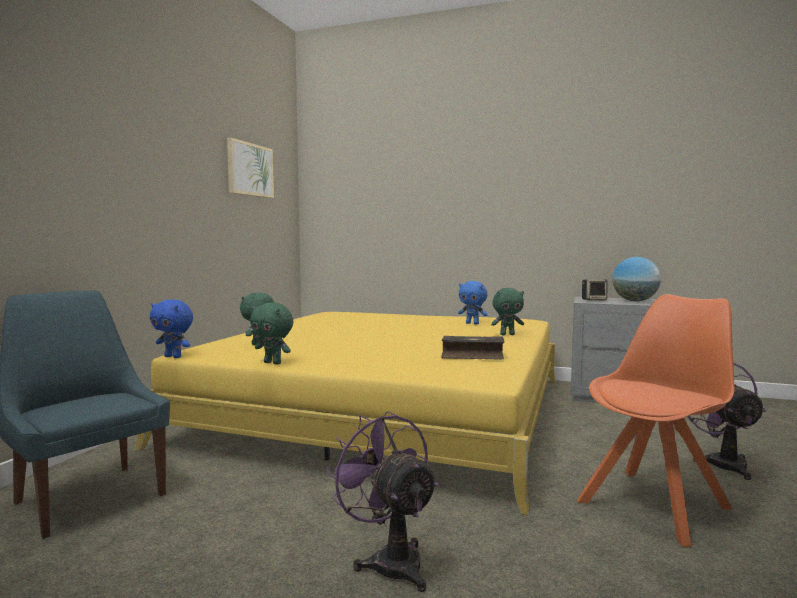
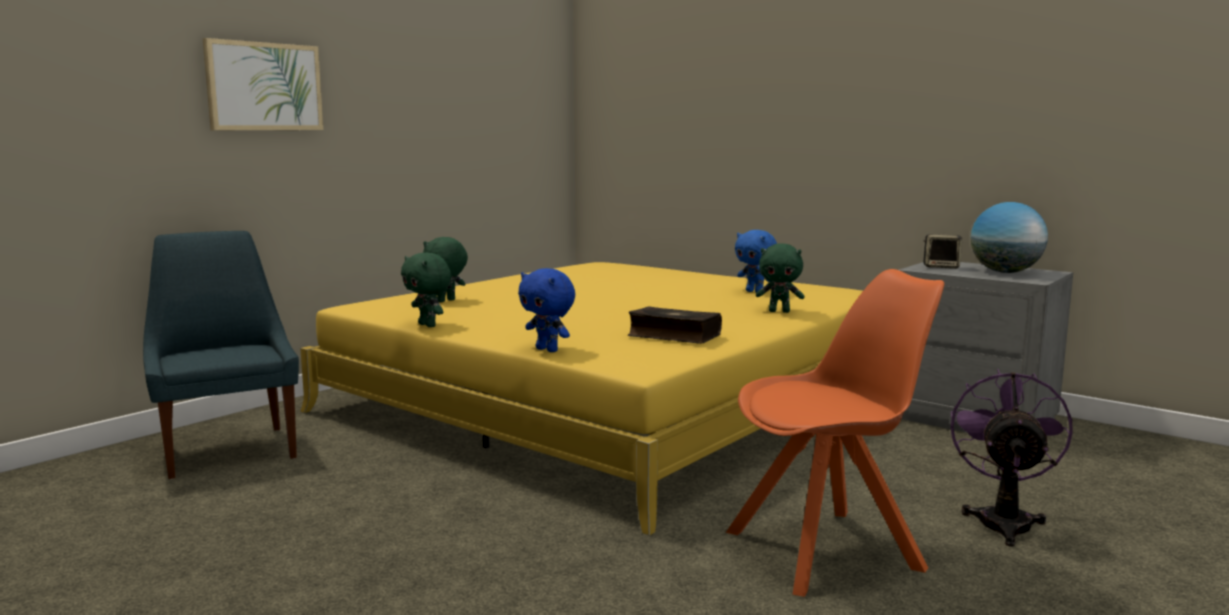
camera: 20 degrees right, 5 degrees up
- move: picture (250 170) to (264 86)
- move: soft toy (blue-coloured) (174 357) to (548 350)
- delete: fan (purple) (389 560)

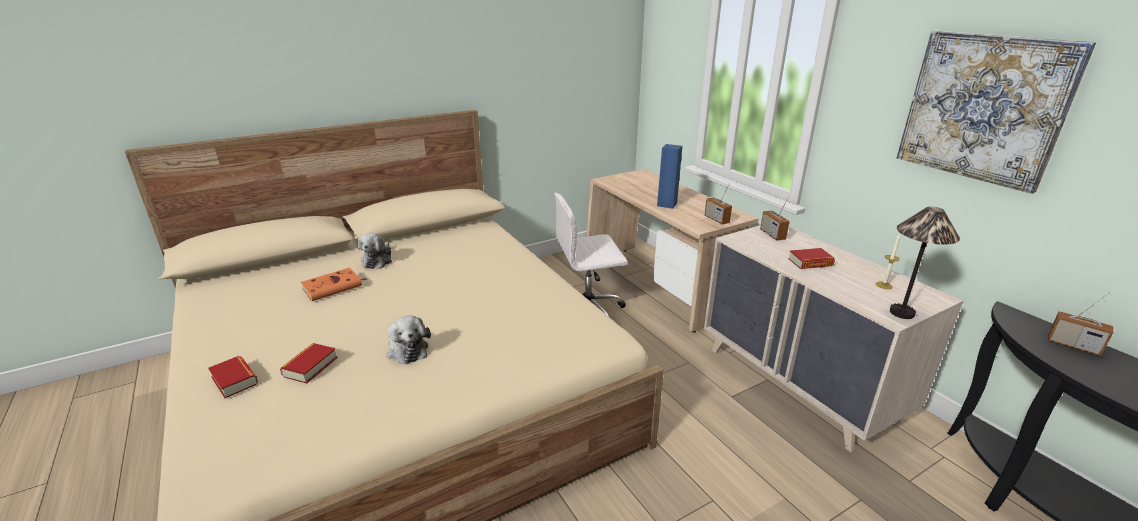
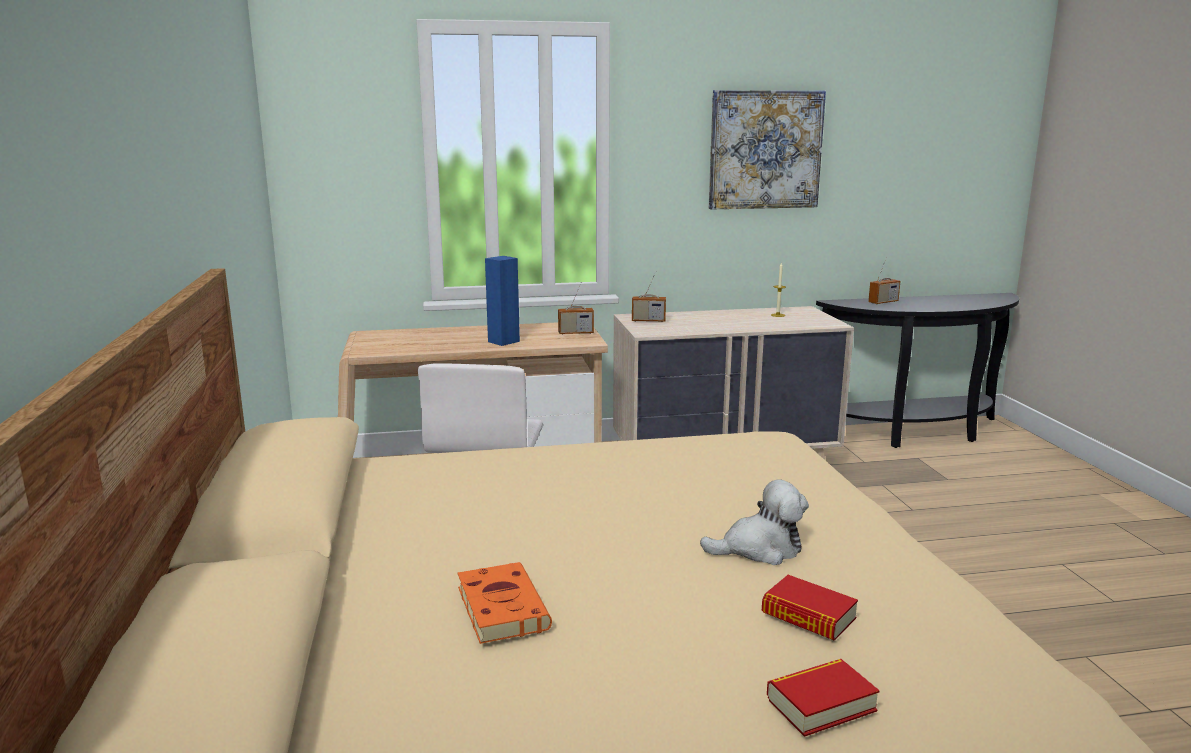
camera: 70 degrees left, 10 degrees down
- delete: soft toy (378 260)
- delete: book (810 262)
- delete: table lamp (902 312)

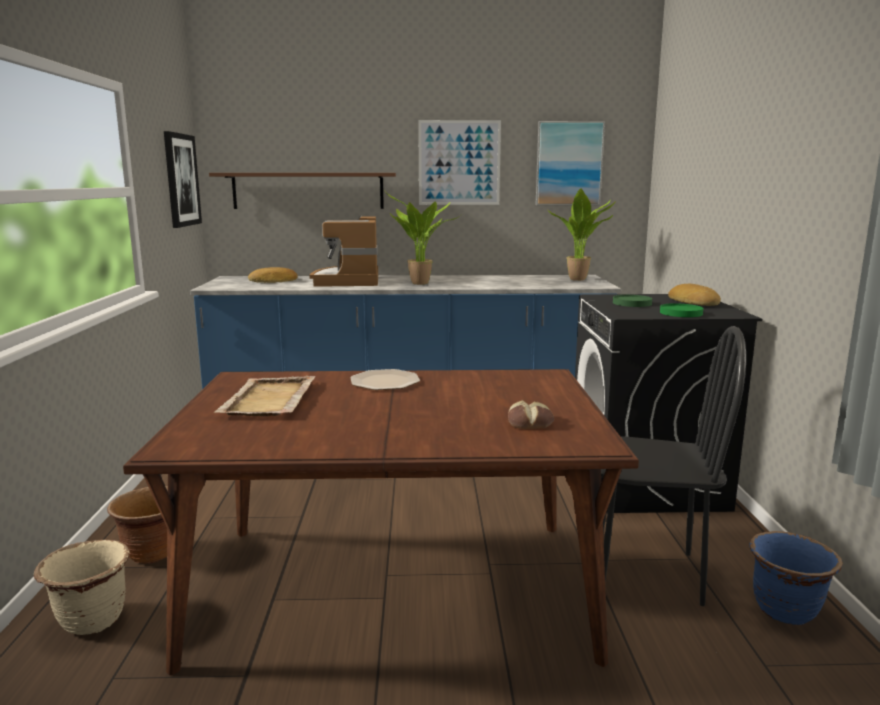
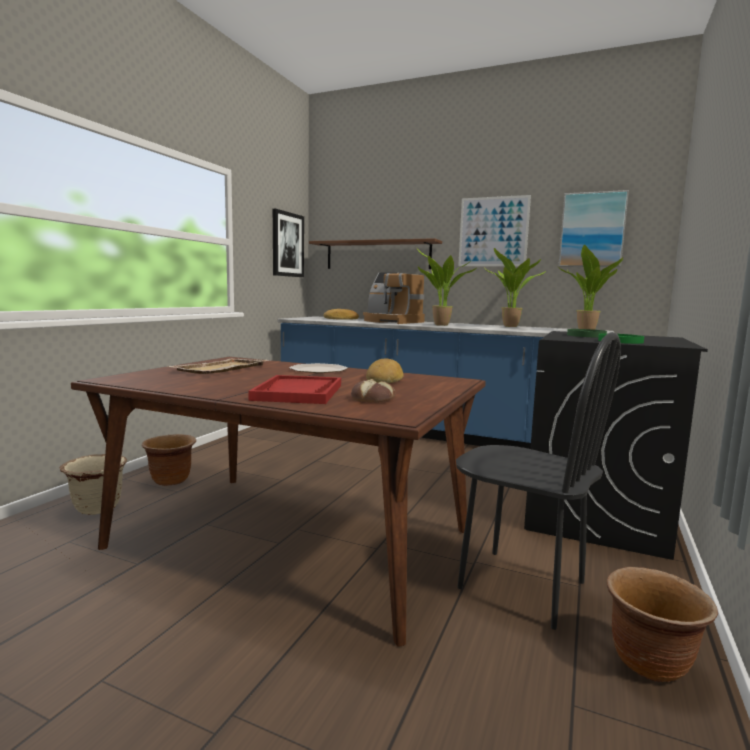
camera: 25 degrees right, 5 degrees down
- insert: tray (red) (298 392)
- rotate: coffee brewer (348 281) = (391 321) 75 degrees counterclockwise
- move: baked bread (694 302) to (385 379)
- insert: houseplant (511 326)
- recolor: flower pot (blue-coloured) (785 610) to flower pot (brown) (650 662)

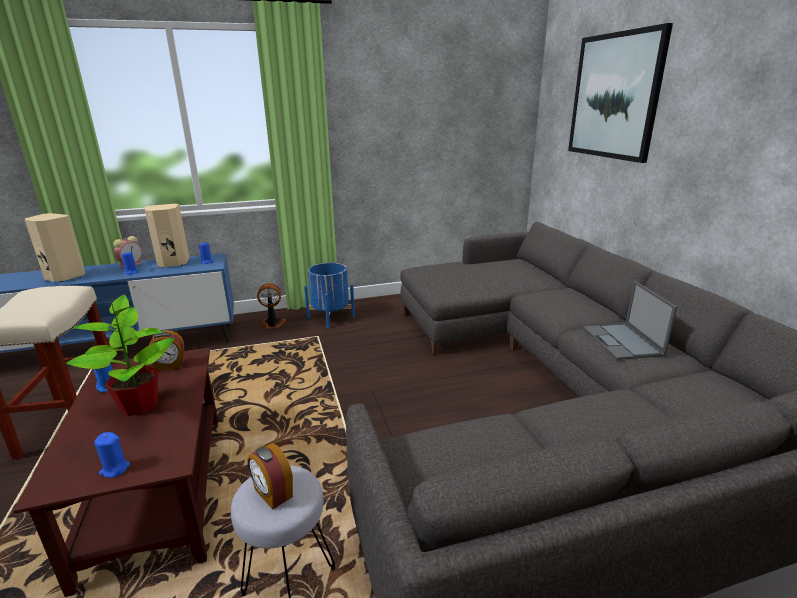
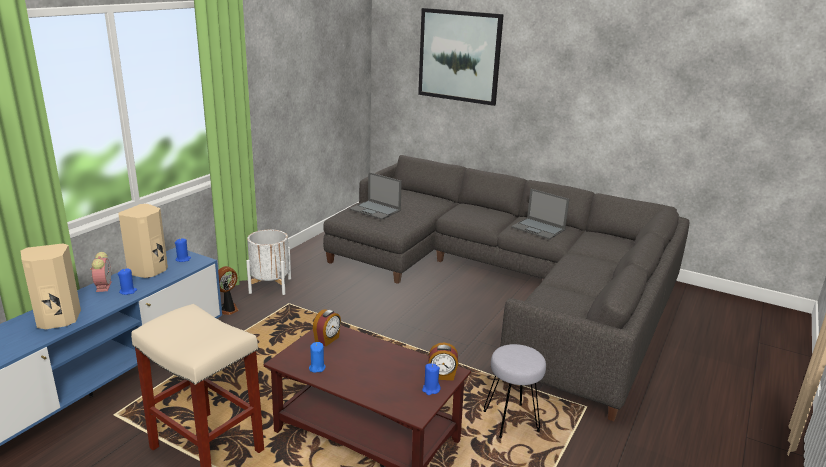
camera: 45 degrees left, 0 degrees up
- recolor: flower pot (blue-coloured) (331 317) to flower pot (whitish) (270 285)
- insert: portable computer (375 210)
- move: alarm clock (272 494) to (442 375)
- delete: houseplant (139 405)

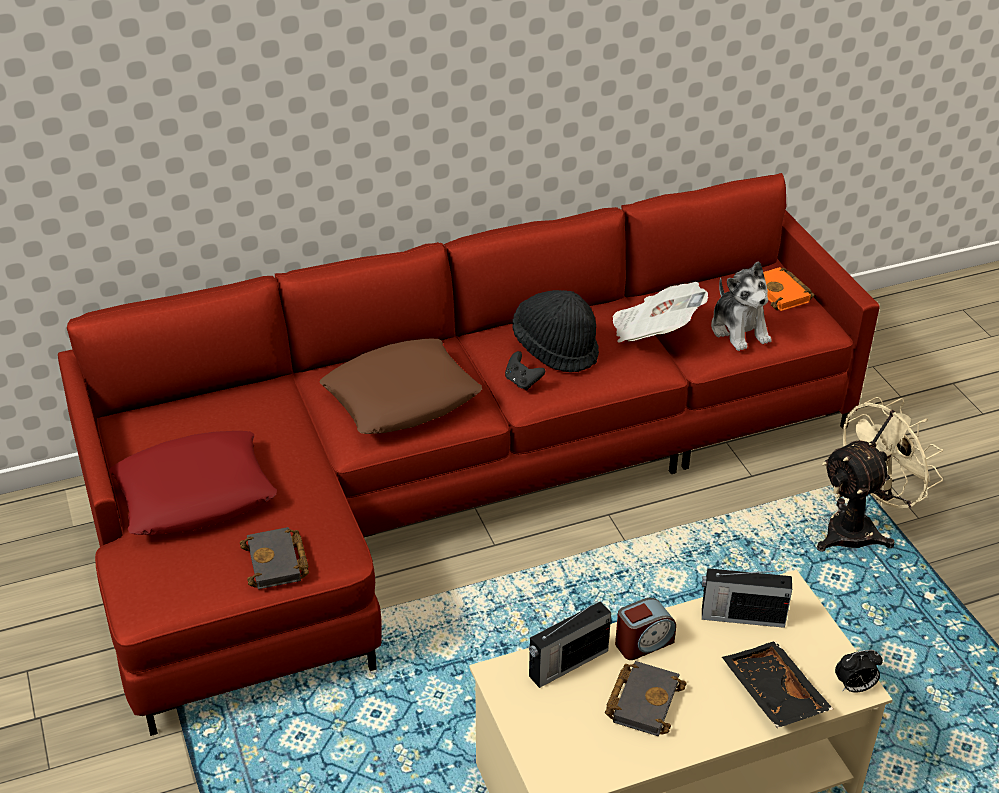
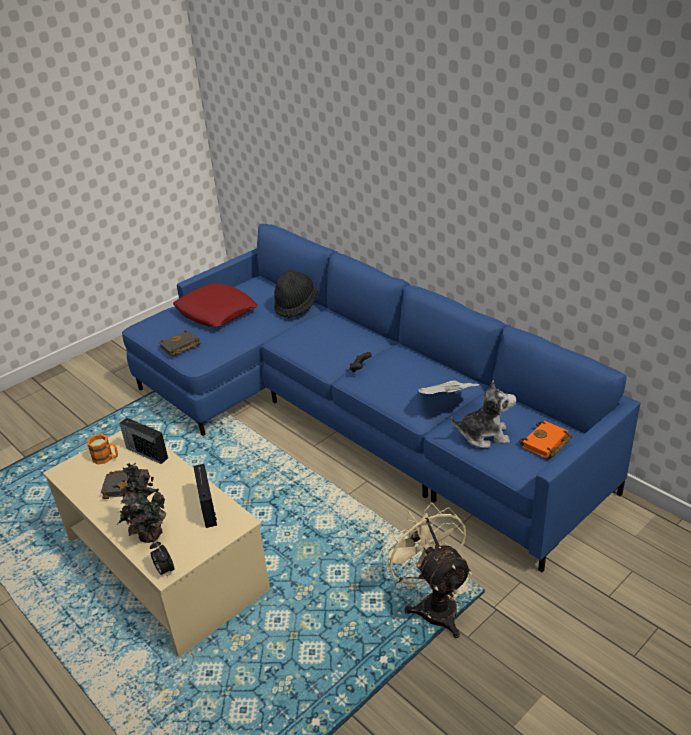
camera: 70 degrees right, 5 degrees down
- insert: mug (orangey) (106 458)
- replace: tray (blackish) (772 694) to houseplant (148 535)
- recolor: settee (red) (448 483) to settee (blue-coloured) (351 414)
- move: clothing hat (blackish) (555 348) to (296 305)
- rotate: fan (beige-coloured) (860 528) = (433 604) 150 degrees counterclockwise
- rotate: soft toy (739 330) = (484 435) 135 degrees counterclockwise
- delete: pillow (brown) (402 397)
- delete: alarm clock (643 642)

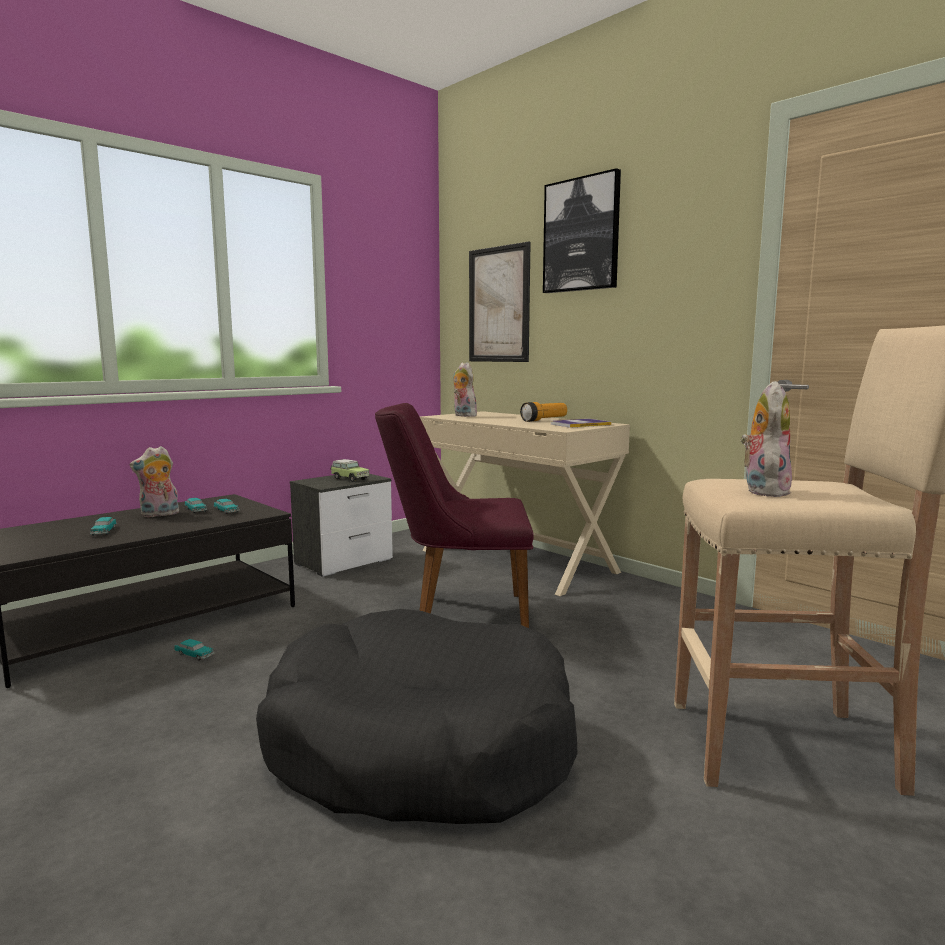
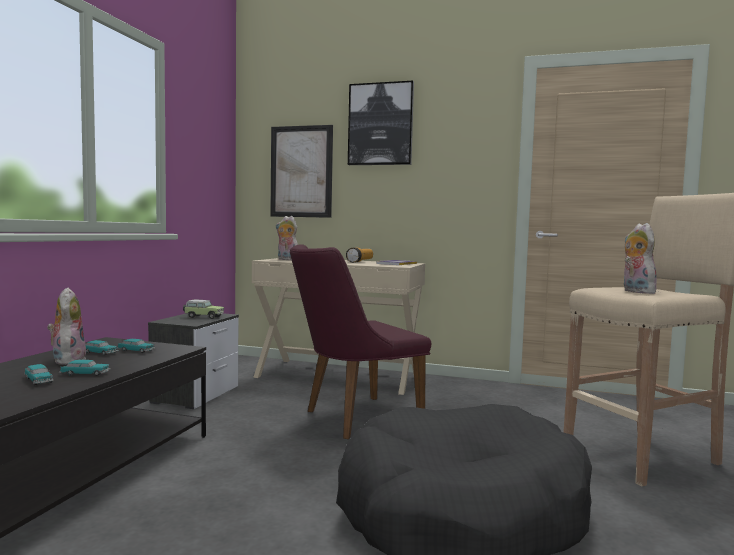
camera: 30 degrees left, 5 degrees down
- rotate: soft toy (159 515) = (67 360) 135 degrees clockwise
- move: model car (194 654) to (85 373)

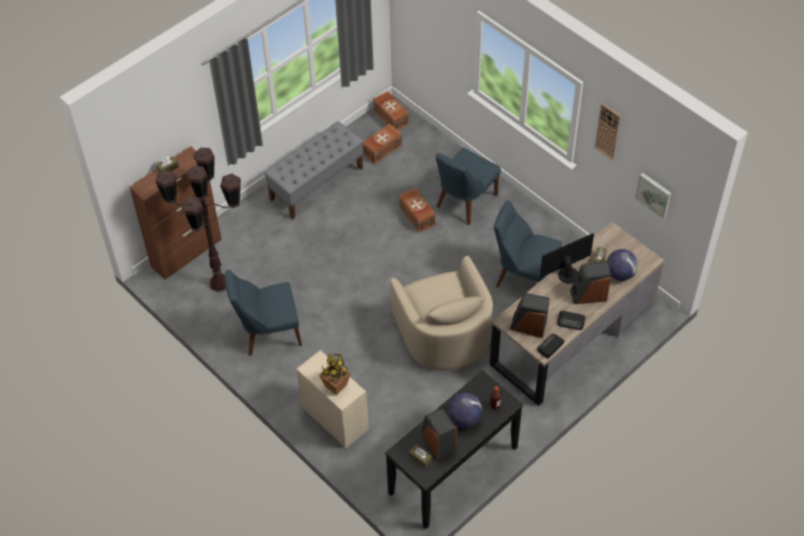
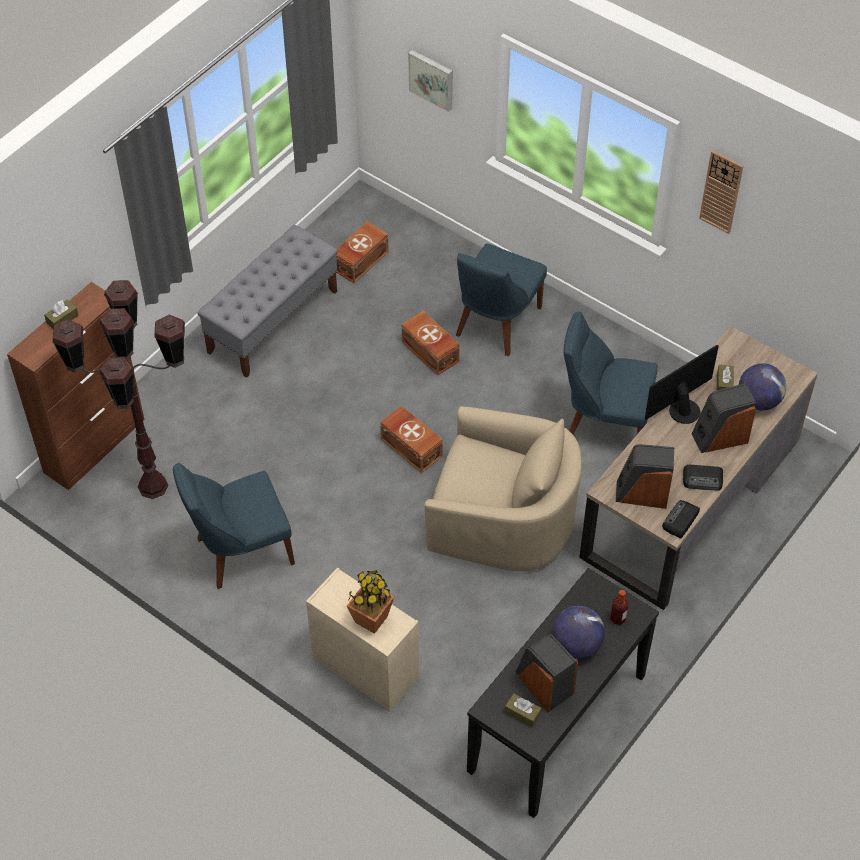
camera: 10 degrees left, 0 degrees up
- move: storage container (brown) (391 117) to (411 446)
- move: picture (654 194) to (432 79)
- rotate: easy chair (beige-coloured) (443 333) = (502 519) 45 degrees counterclockwise

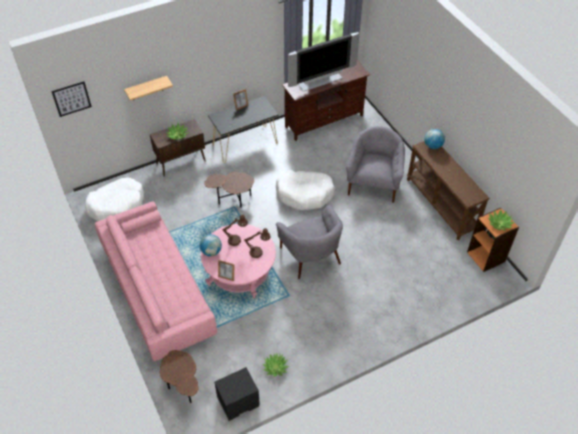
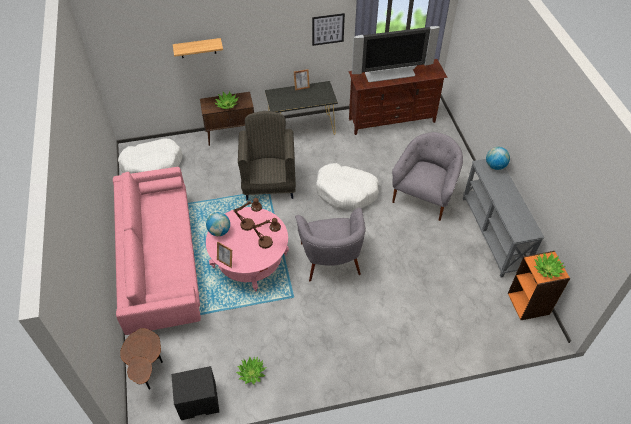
camera: 15 degrees right, 0 degrees up
- replace: side table (brown) (233 200) to easy chair (gray) (269 183)
- move: picture (71 99) to (328 29)
- recolor: hall table (brown) (441 204) to hall table (gray) (494 234)

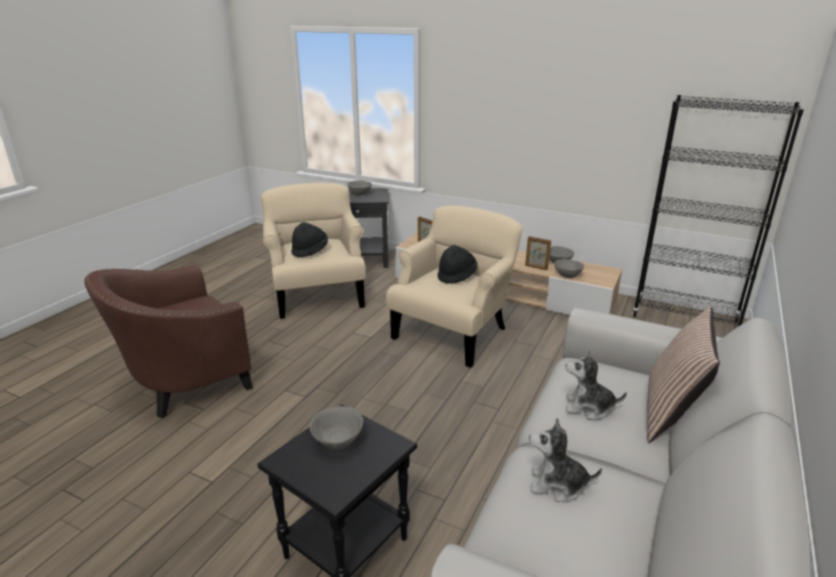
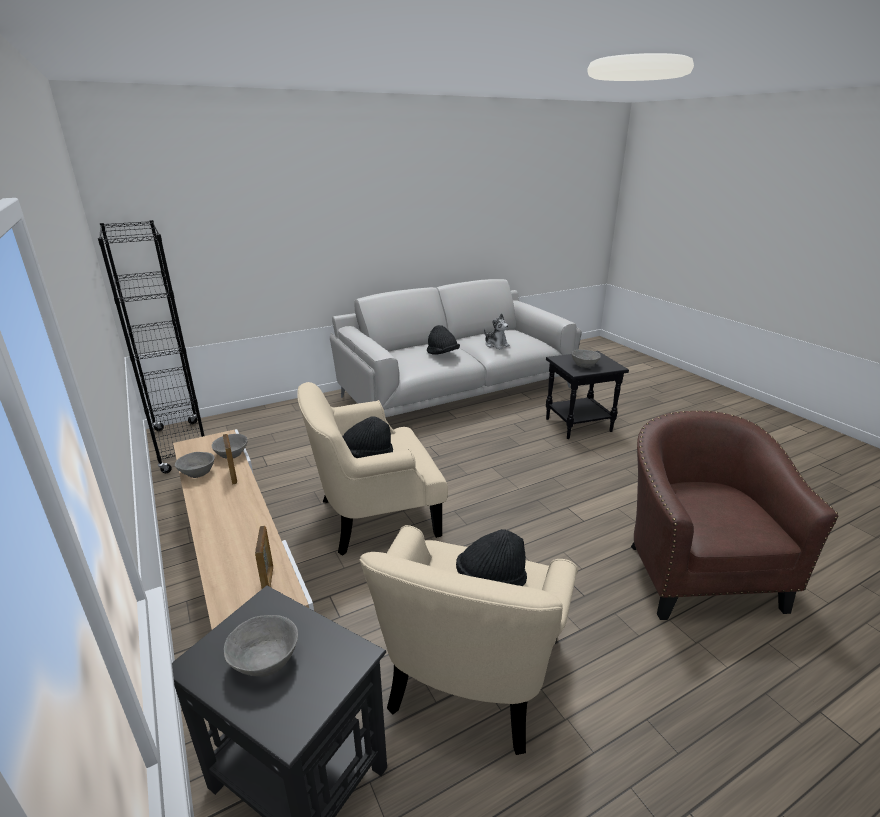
camera: 145 degrees left, 0 degrees up
- replace: soft toy (588 407) to clothing hat (blackish) (442 354)
- rotate: easy chair (brown) (183 383) = (695 572) 90 degrees counterclockwise
- delete: pillow (670 413)

